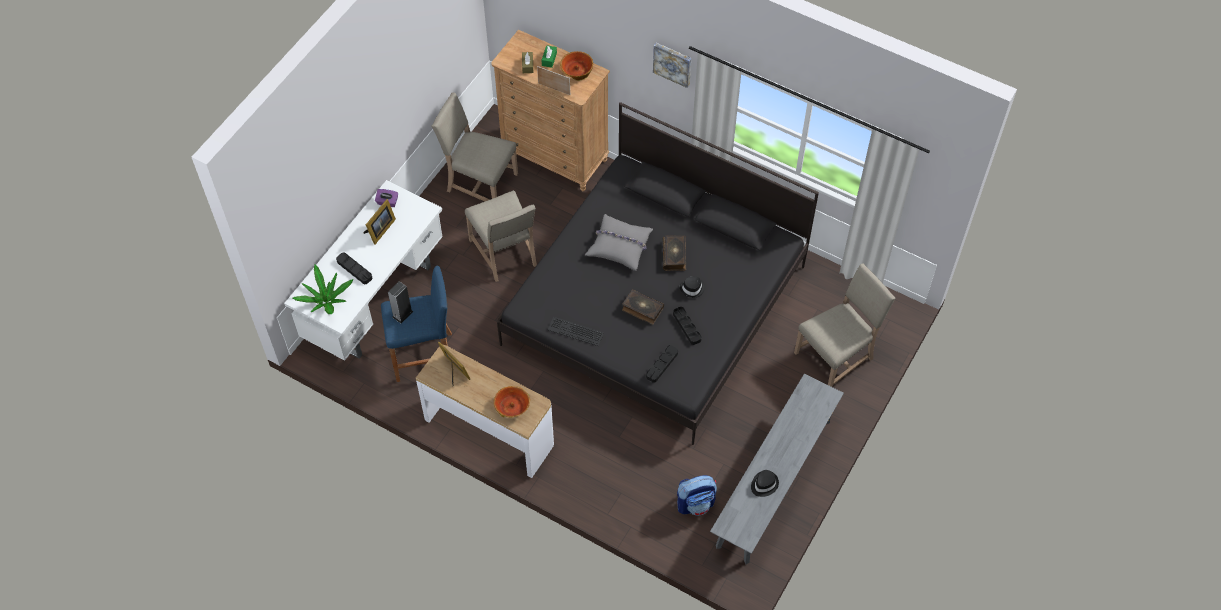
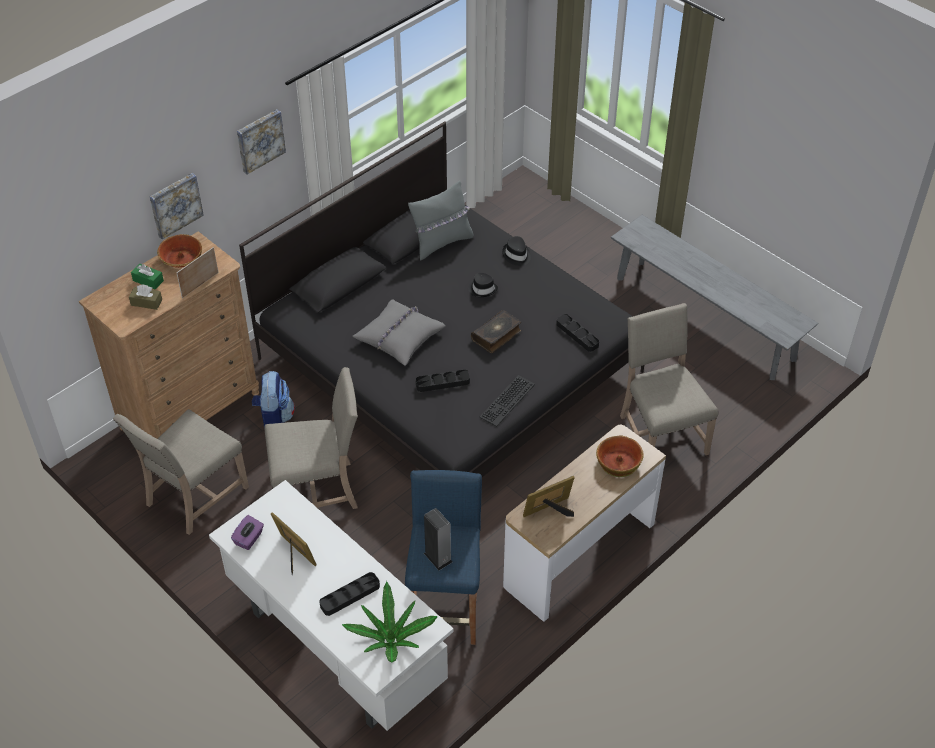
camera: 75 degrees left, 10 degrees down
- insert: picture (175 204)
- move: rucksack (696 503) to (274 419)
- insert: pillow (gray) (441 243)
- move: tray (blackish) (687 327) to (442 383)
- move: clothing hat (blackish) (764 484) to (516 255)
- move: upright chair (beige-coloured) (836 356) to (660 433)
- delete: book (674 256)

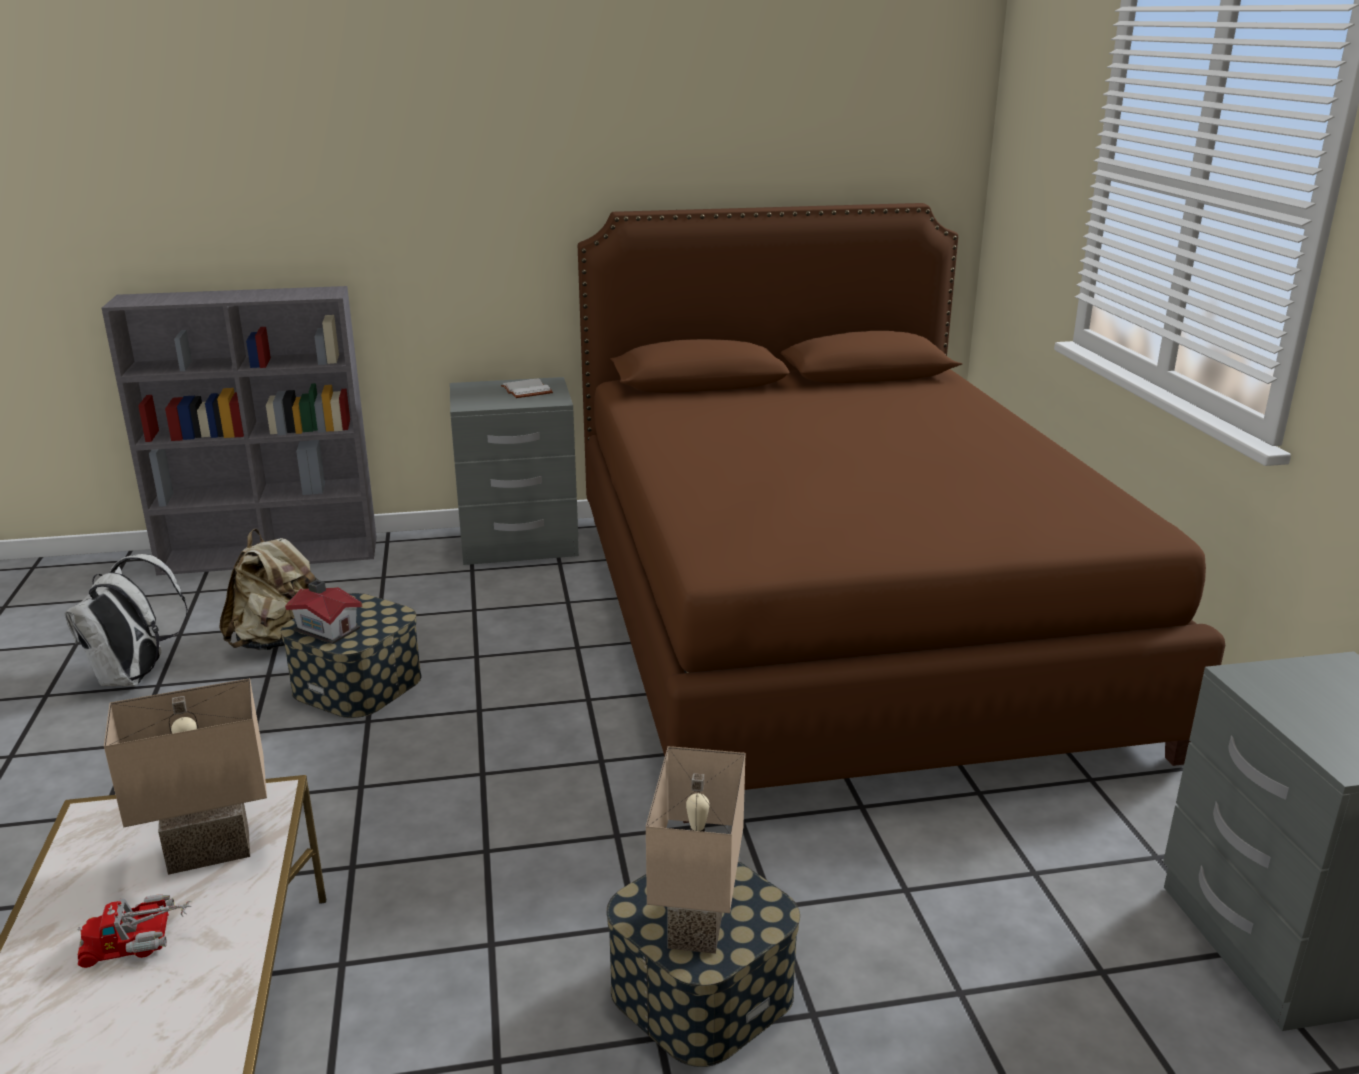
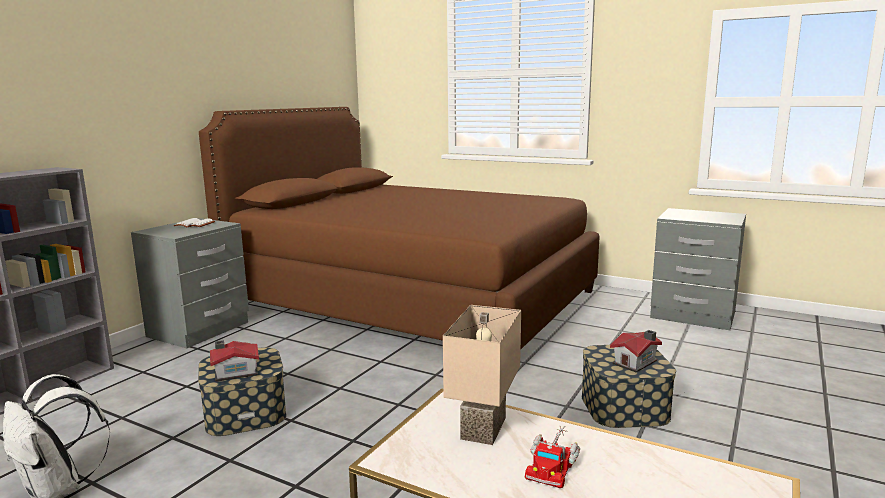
camera: 50 degrees left, 10 degrees down
- replace: table lamp (beige-coloured) (700 925) to toy house (636 362)
- delete: rucksack (beige-coloured) (280 641)

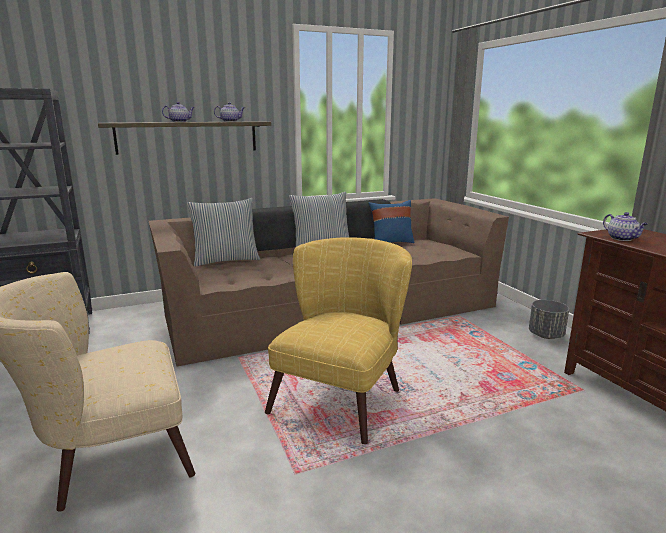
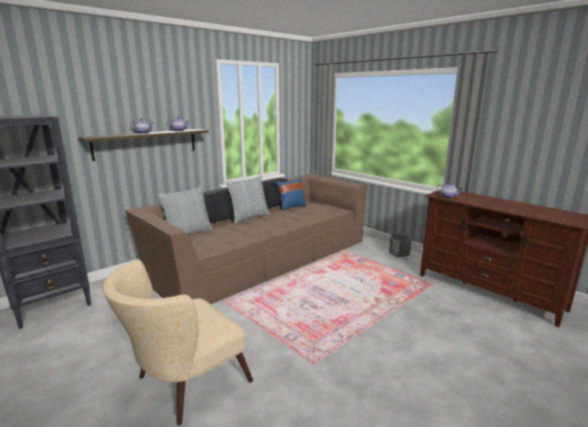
camera: 20 degrees left, 0 degrees up
- delete: easy chair (yellowish) (343 394)

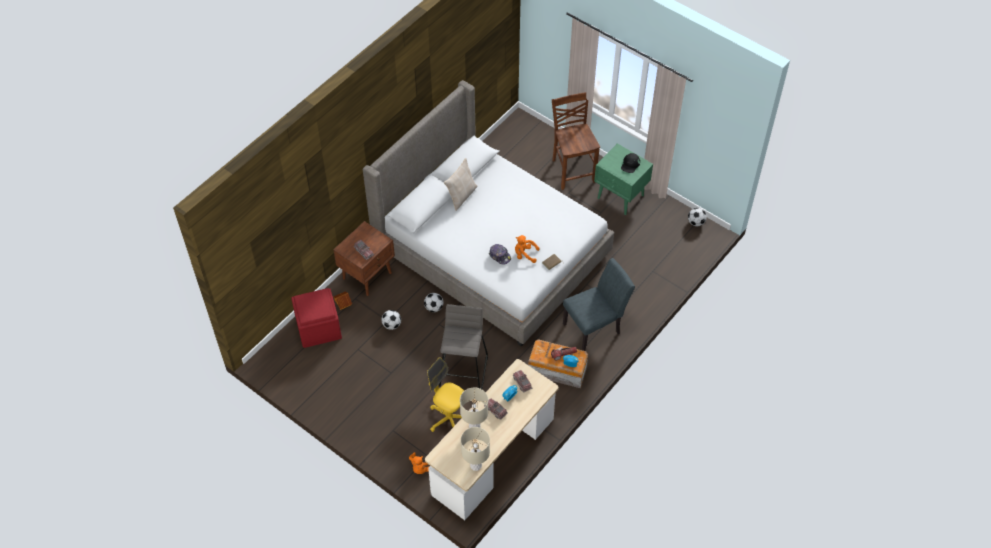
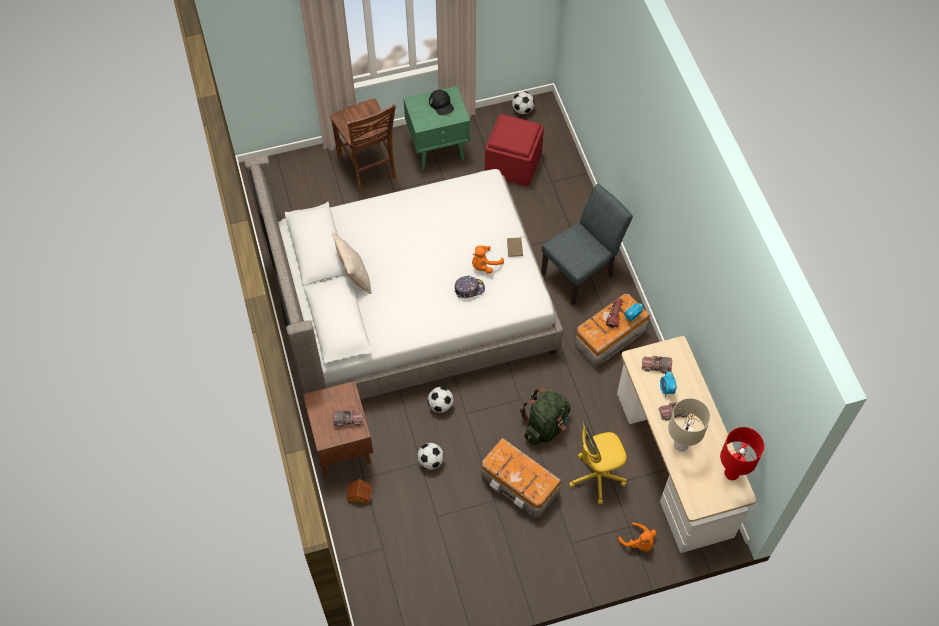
camera: 55 degrees left, 5 degrees up
- rotate: upright chair (brown) (572 170) = (368 168) 135 degrees counterclockwise
- insert: storage container (519 486)
- move: ottoman (red) (319 328) to (514 163)
- replace: sitting stool (gray) (463 371) to rucksack (green) (545 426)
- rotate: upright chair (gray) (595 327) = (581 272) 45 degrees clockwise
- recolor: table lamp (beige-coloured) (476 465) to table lamp (red) (731 473)

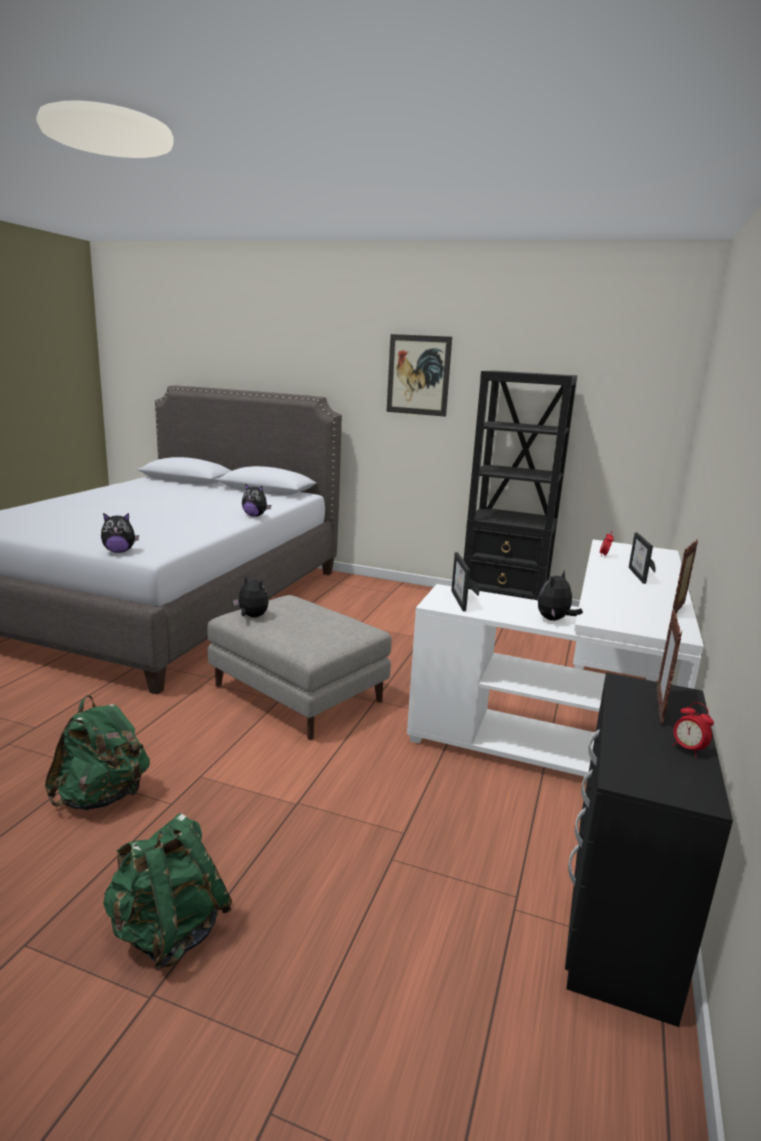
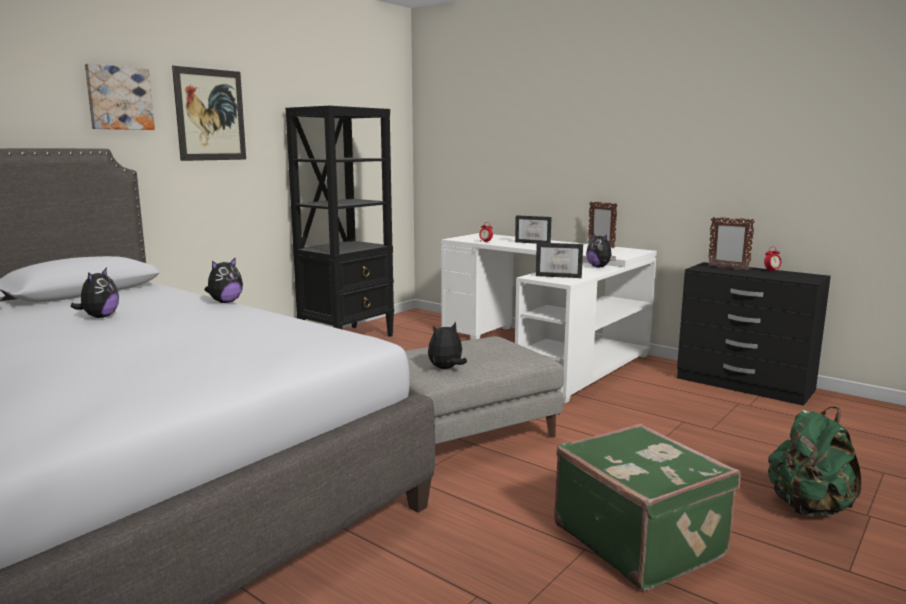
camera: 70 degrees left, 5 degrees down
- move: soft toy (119 551) to (100 317)
- insert: picture (119 98)
- replace: rucksack (green) (102 797) to travel case (green) (640 540)

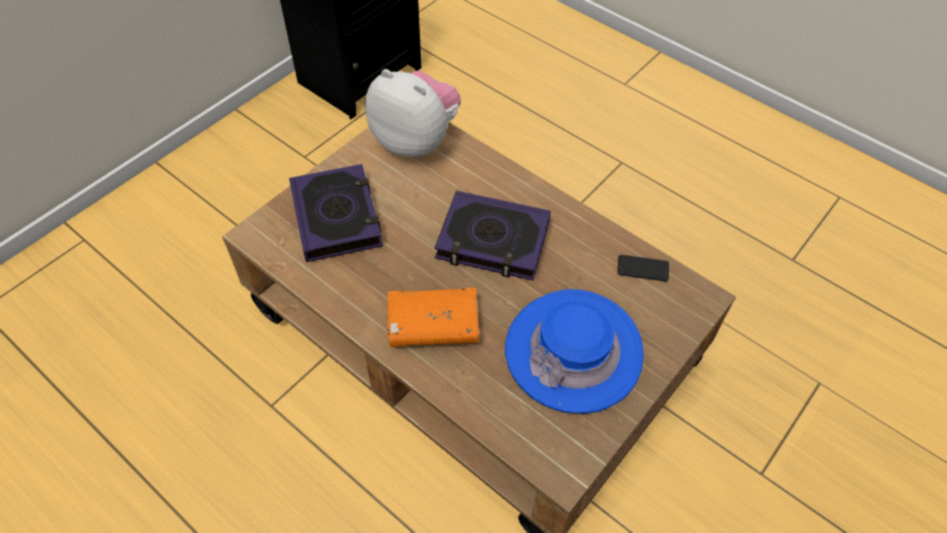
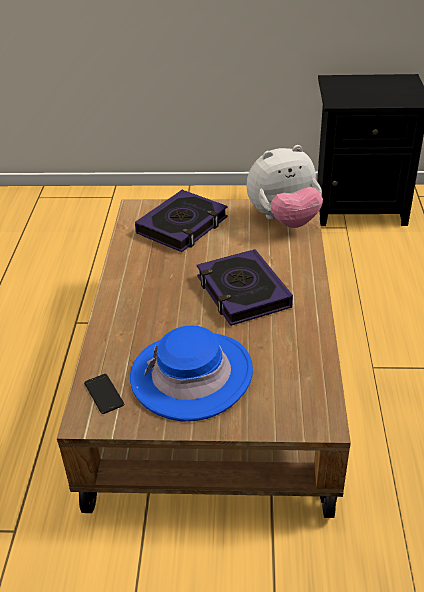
camera: 55 degrees right, 15 degrees down
- move: phone (643 268) to (104 394)
- rotate: soft toy (416 140) = (284 220) 75 degrees clockwise
- delete: book (orangey) (433 325)

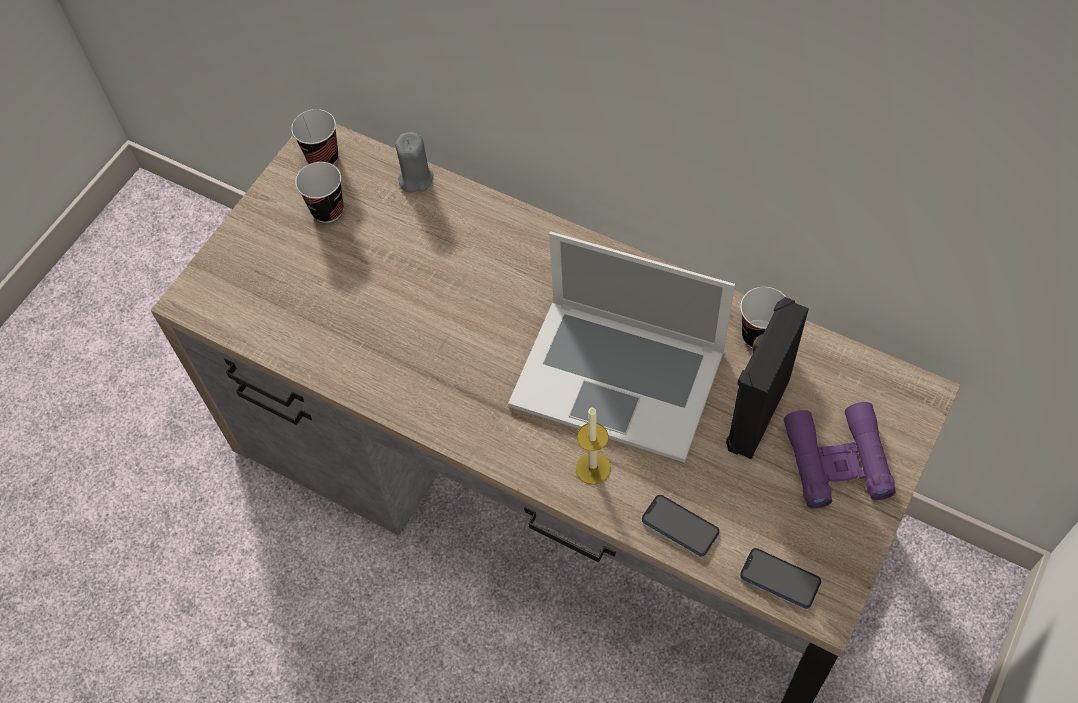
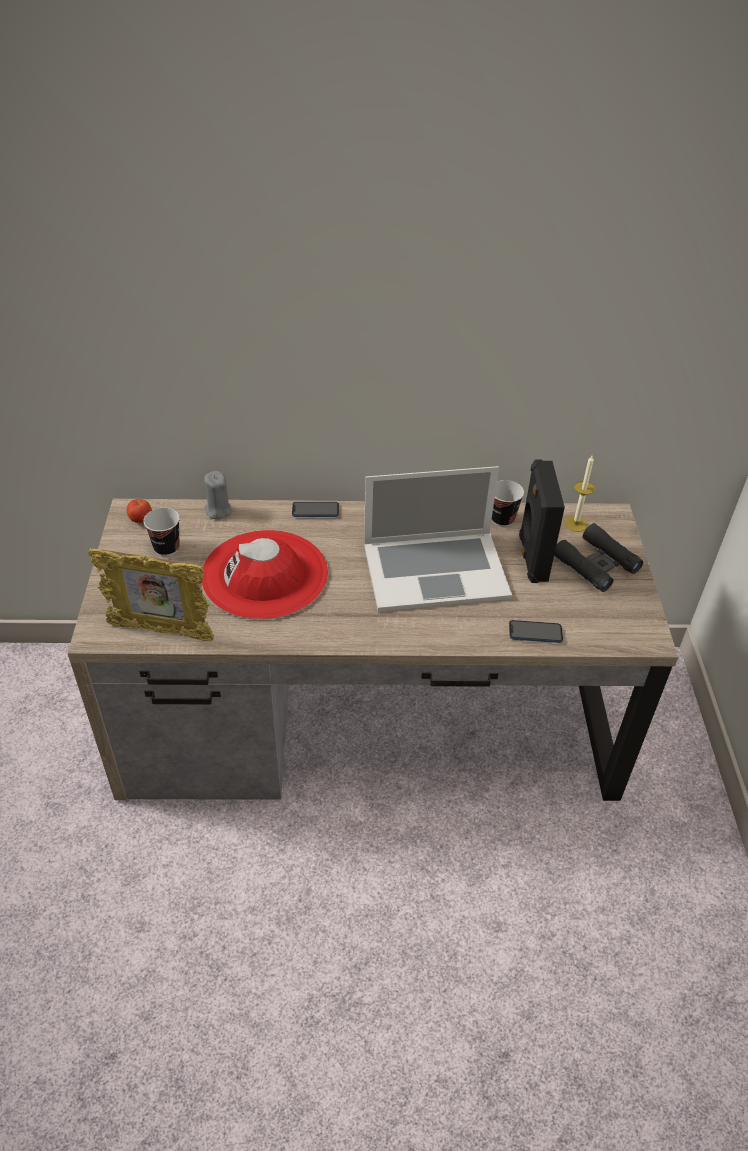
camera: 35 degrees left, 15 degrees down
- insert: standing frame (161 631)
- replace: small cup (323 158) to whole apple (141 520)
- insert: clothing hat (red) (265 574)
- move: phone (780 579) to (315 510)
- recolor: binoculars (purple) (837 461) to binoculars (blackish) (596 564)
- move: wax light (593 468) to (575 524)

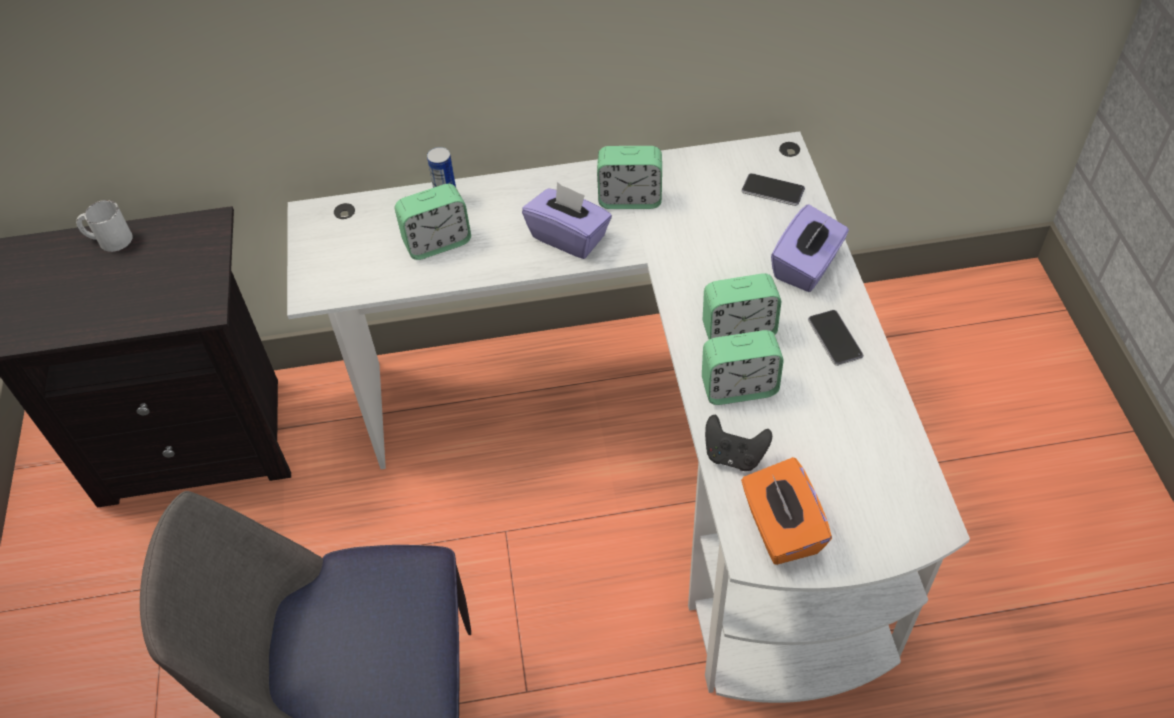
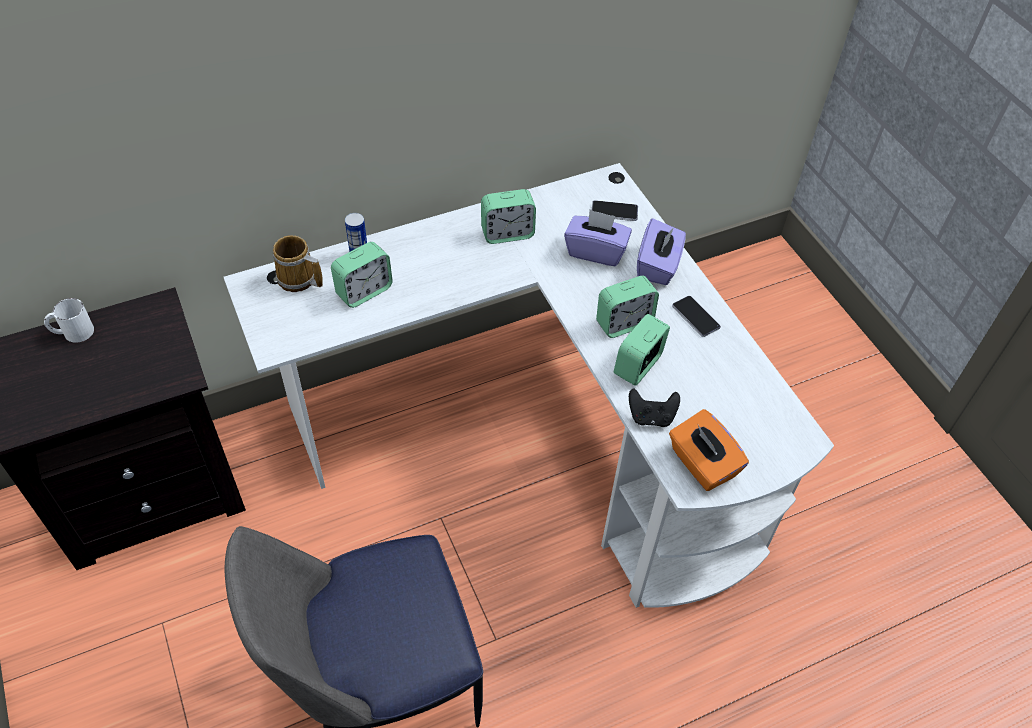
camera: 20 degrees left, 0 degrees up
- insert: mug (298 280)
- move: tissue holder (purple) (569 237) to (596 251)
- rotate: alarm clock (739 388) = (638 366) 150 degrees clockwise

